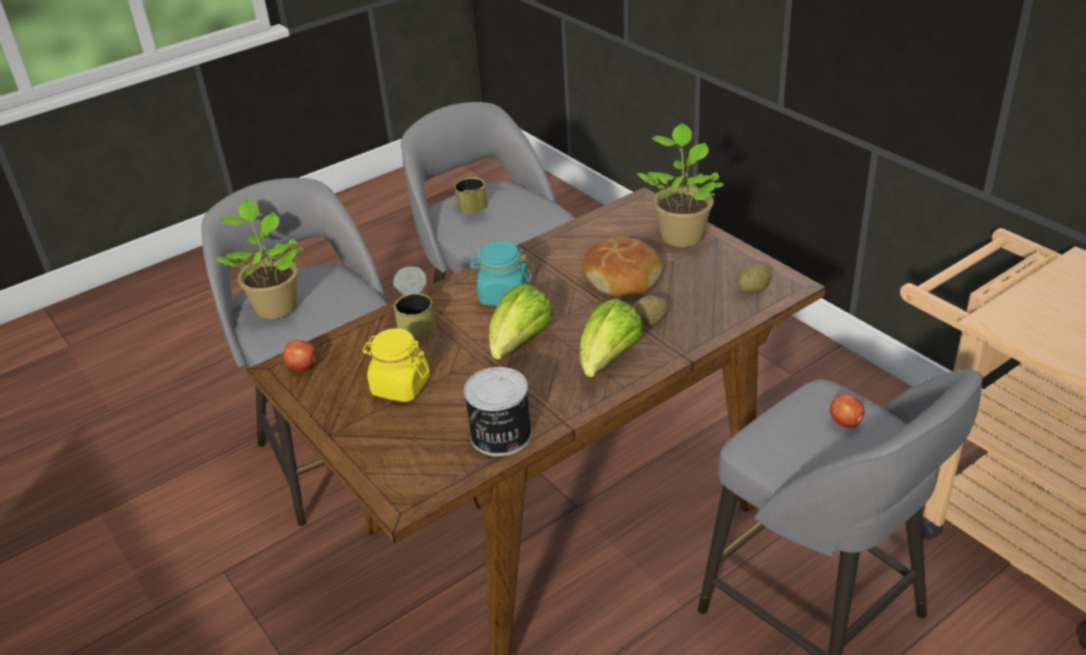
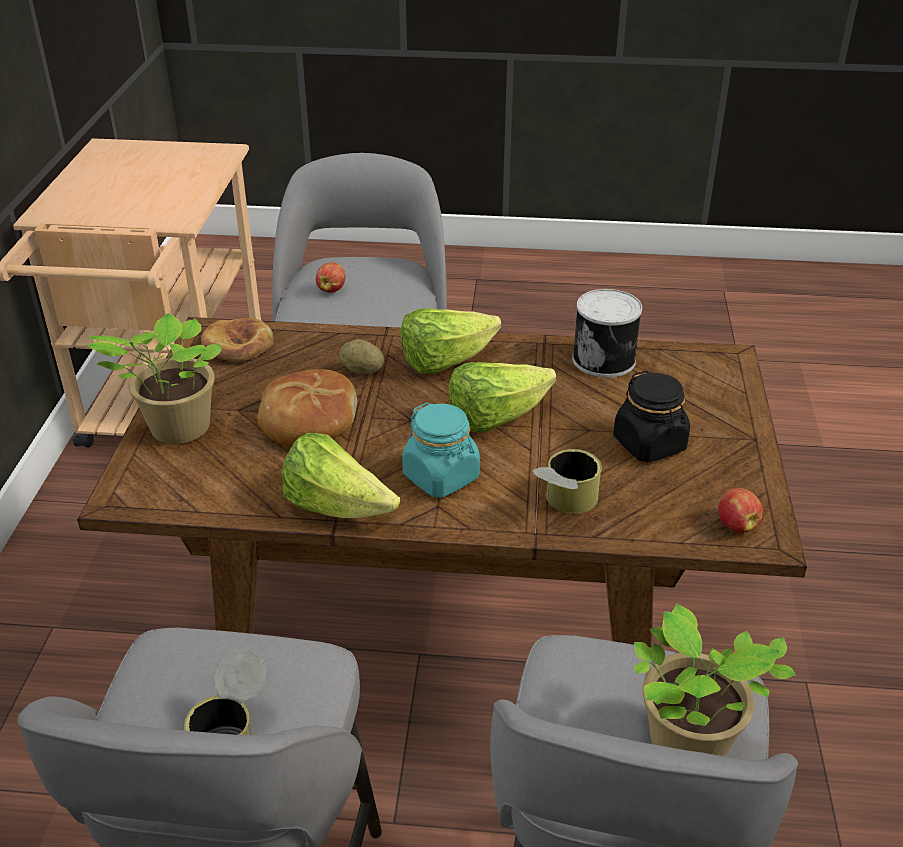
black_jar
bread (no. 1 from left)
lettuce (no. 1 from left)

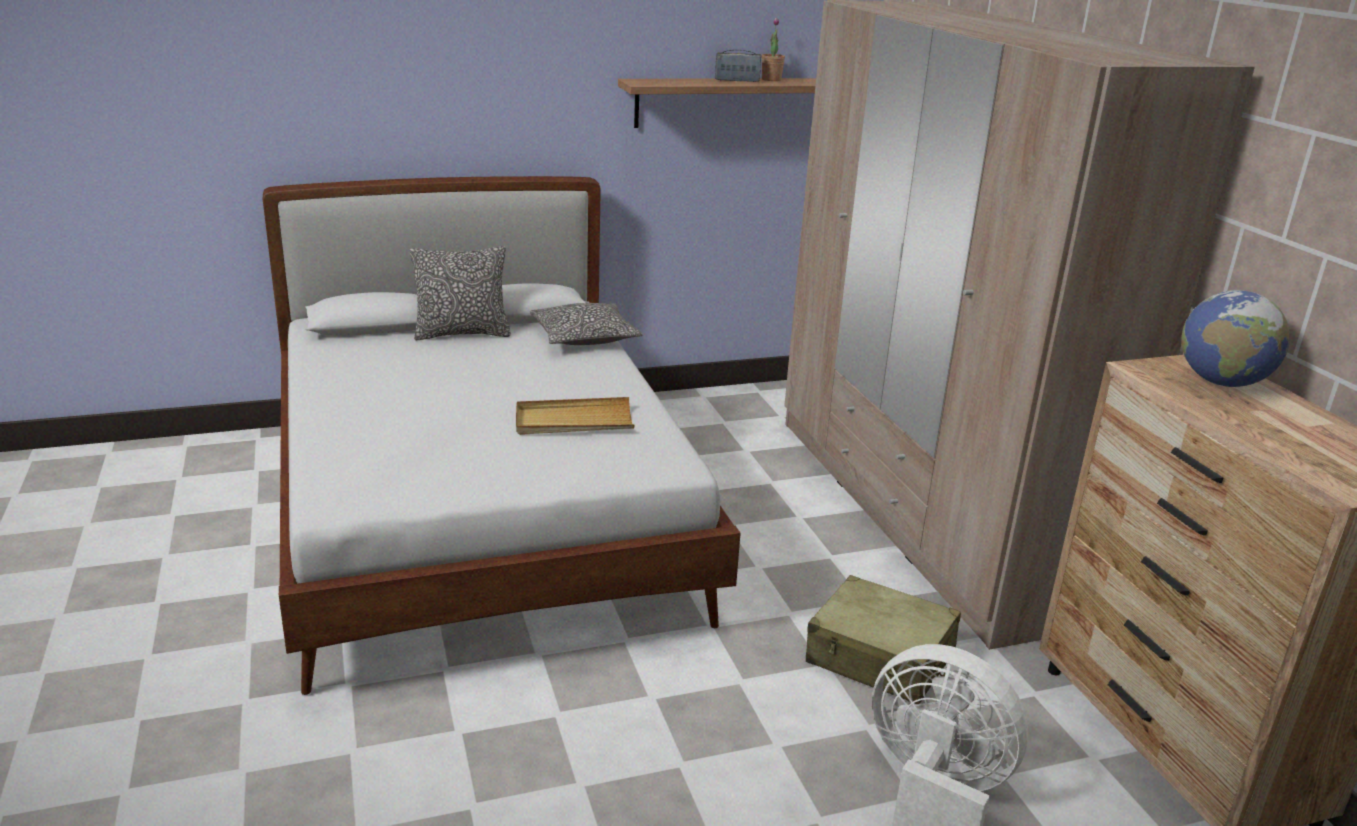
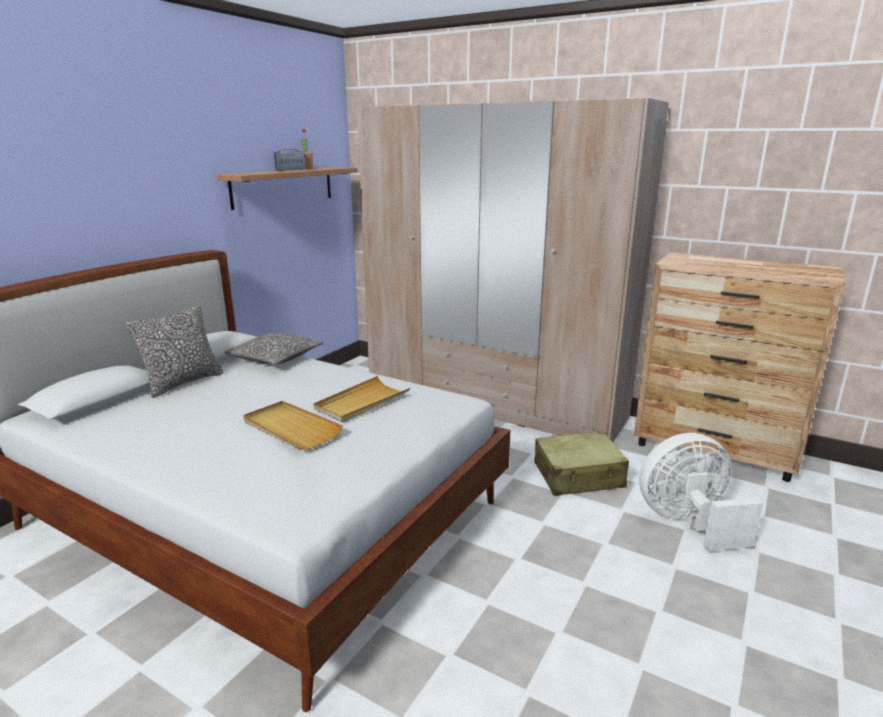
globe
beige_tray (no. 1 from left)

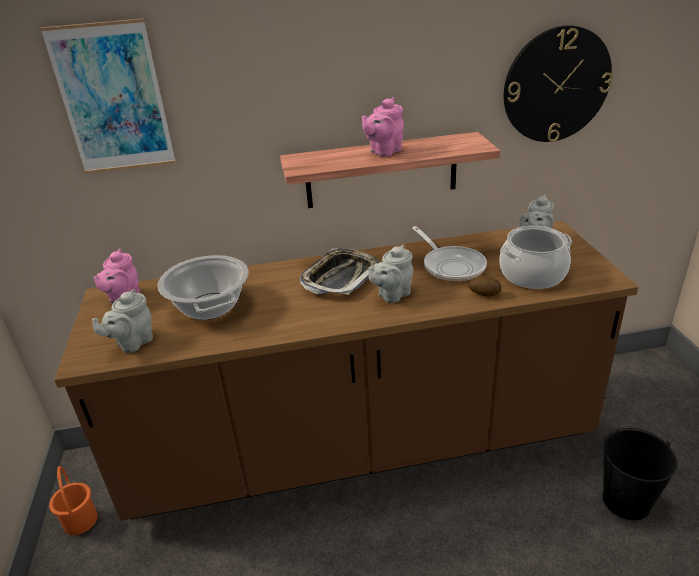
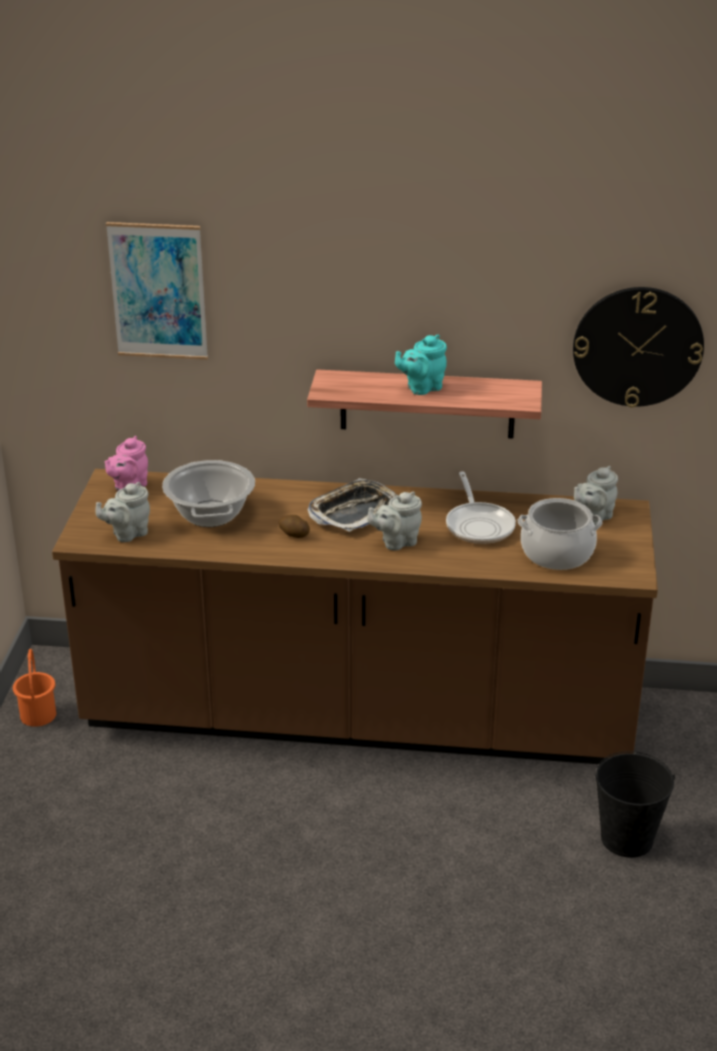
turquoise_teapot
potato

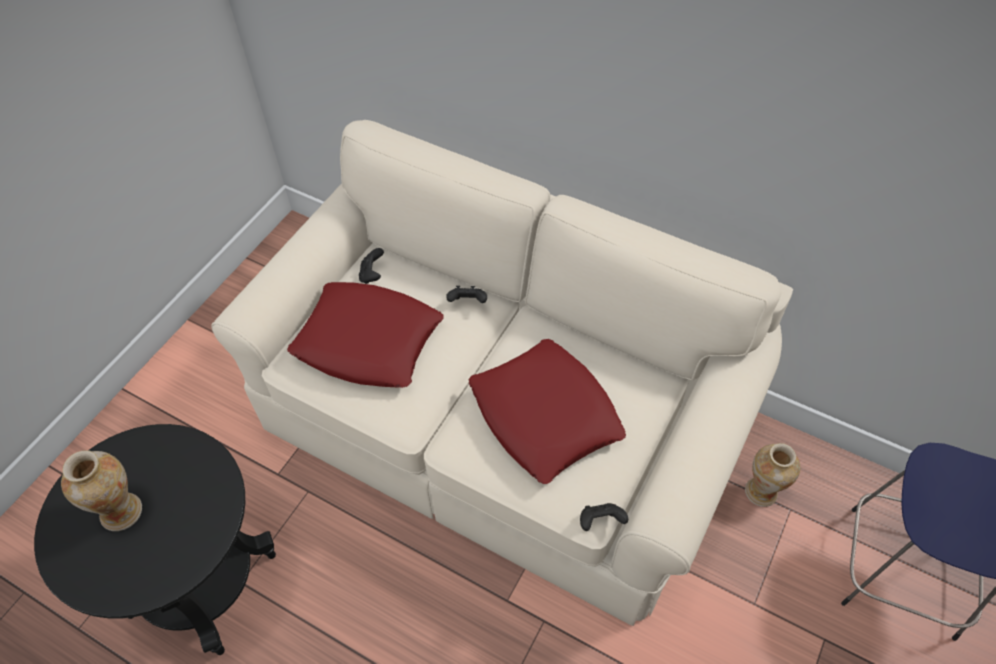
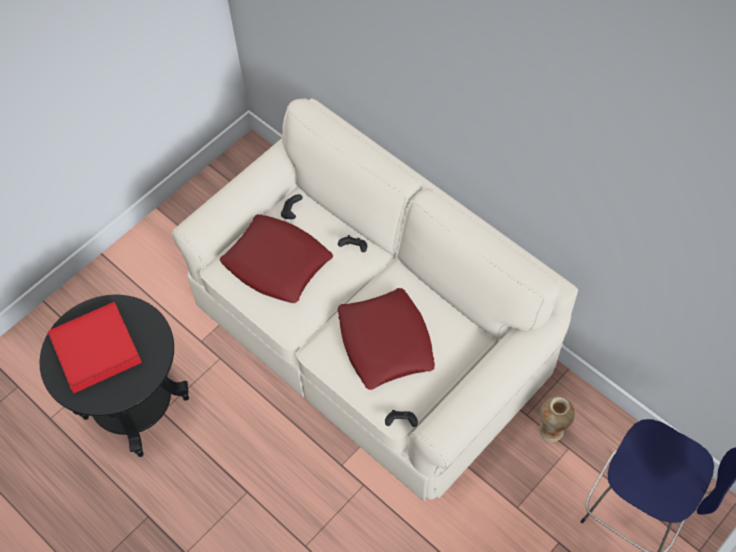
red_tray

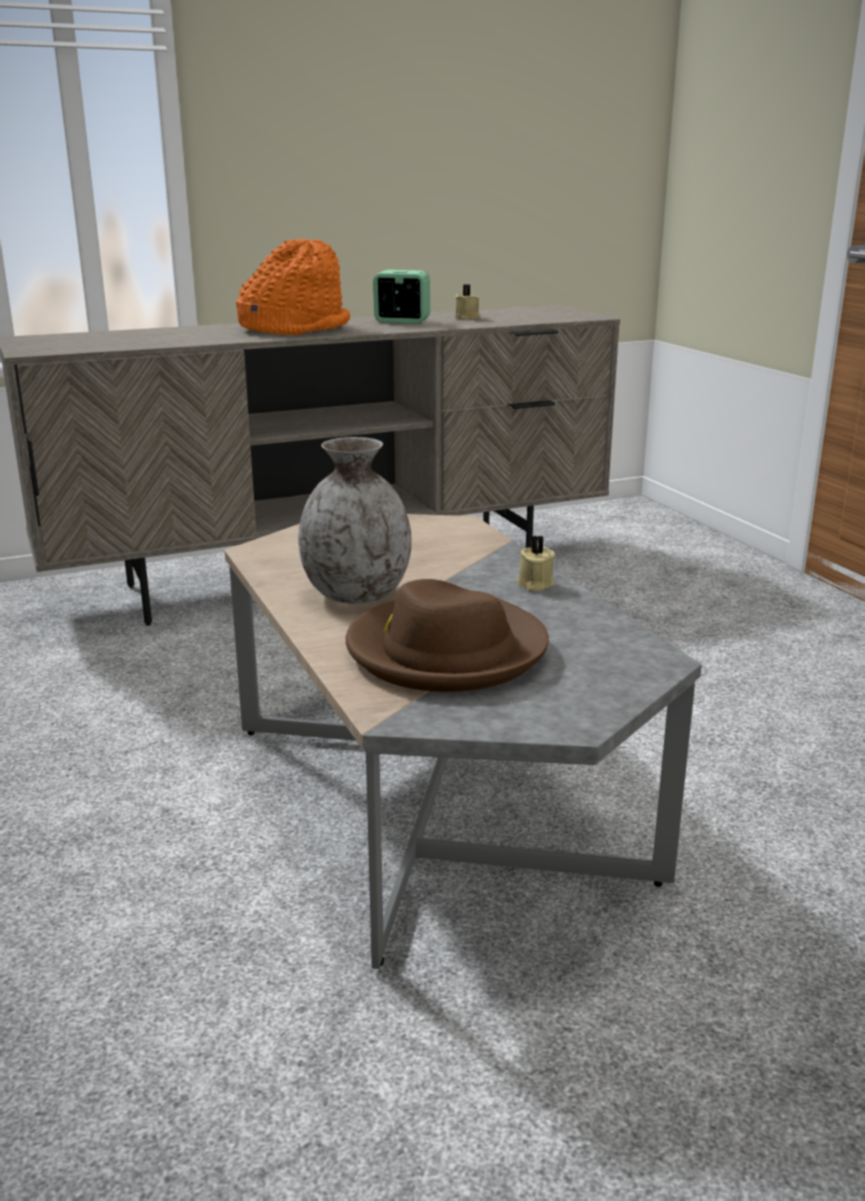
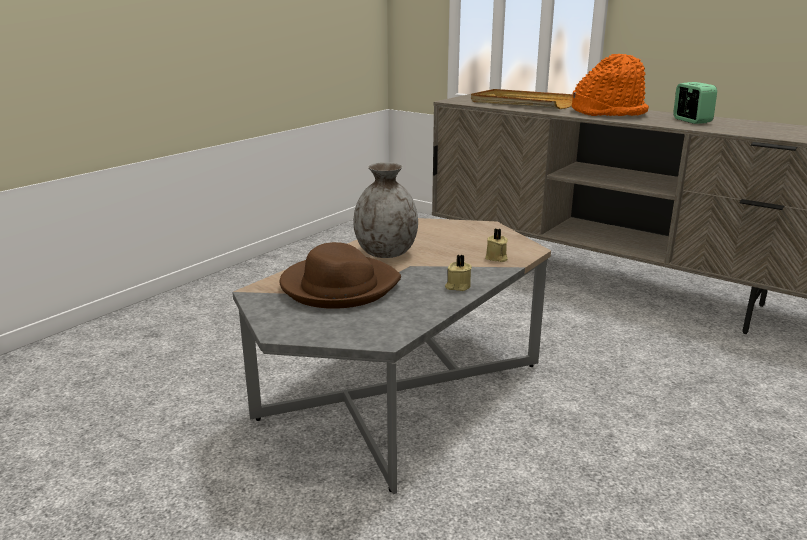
beige_candle (no. 2 from left)
beige_tray

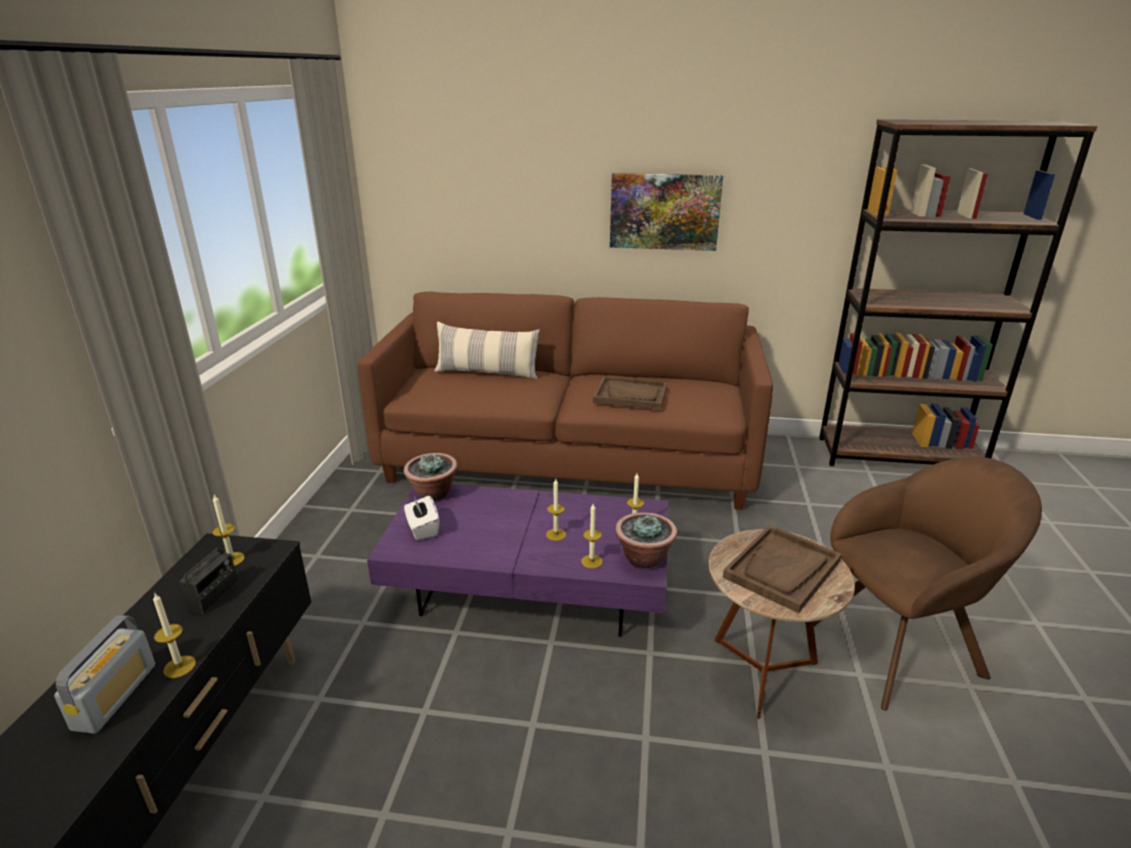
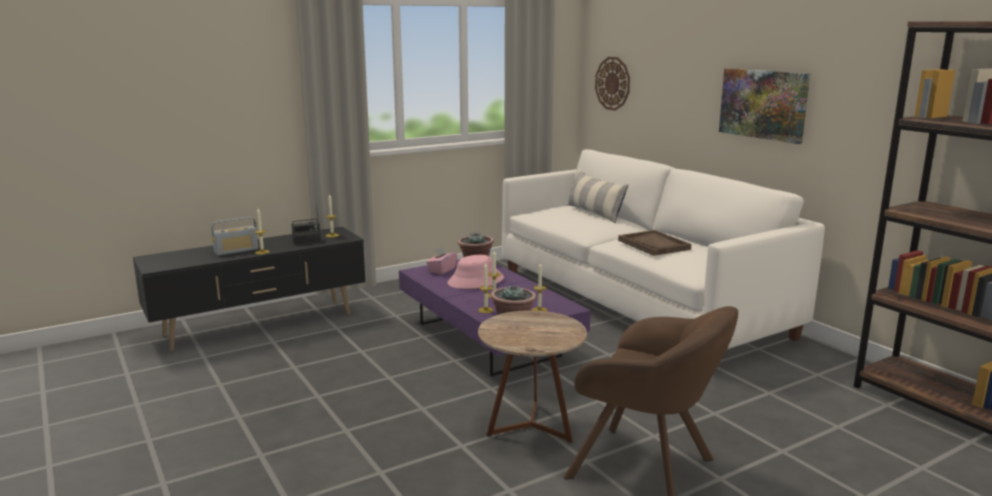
white_sofa
pink_tissue_box
brown_tray (no. 2 from left in the first image)
pink_hat
wall_clock

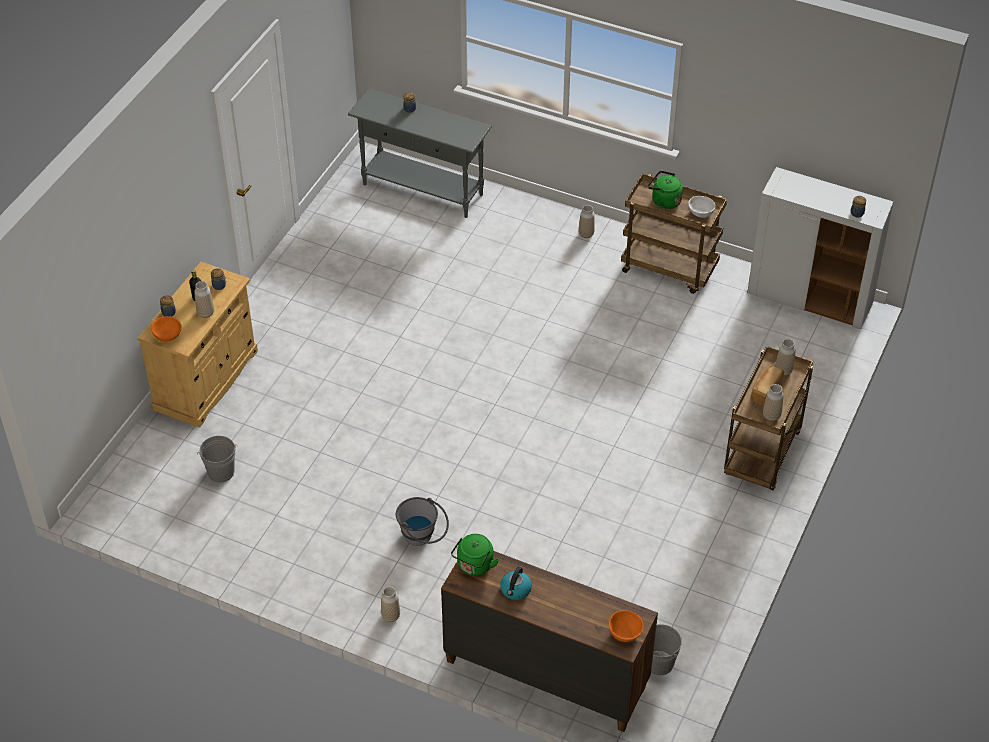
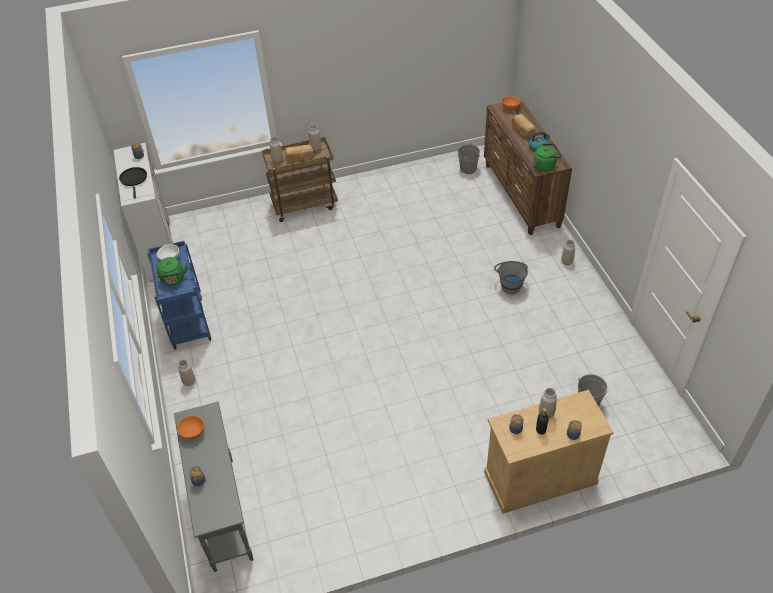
orange_bowl (no. 1 from left)
blue_cart
black_frying_pan
bread (no. 2 from left)

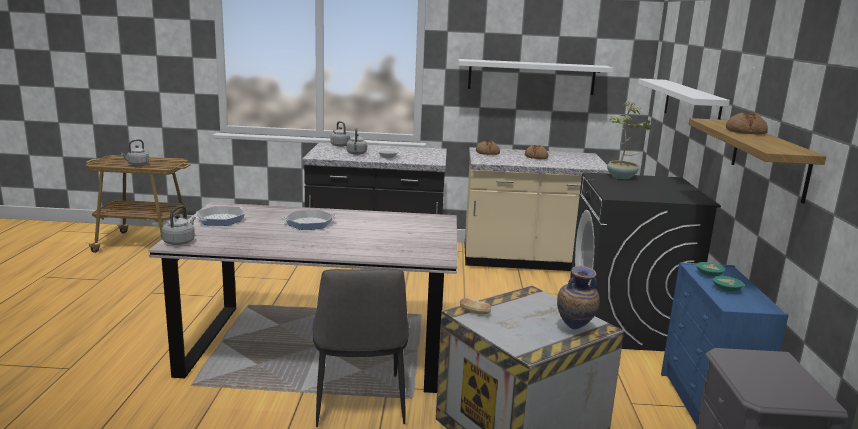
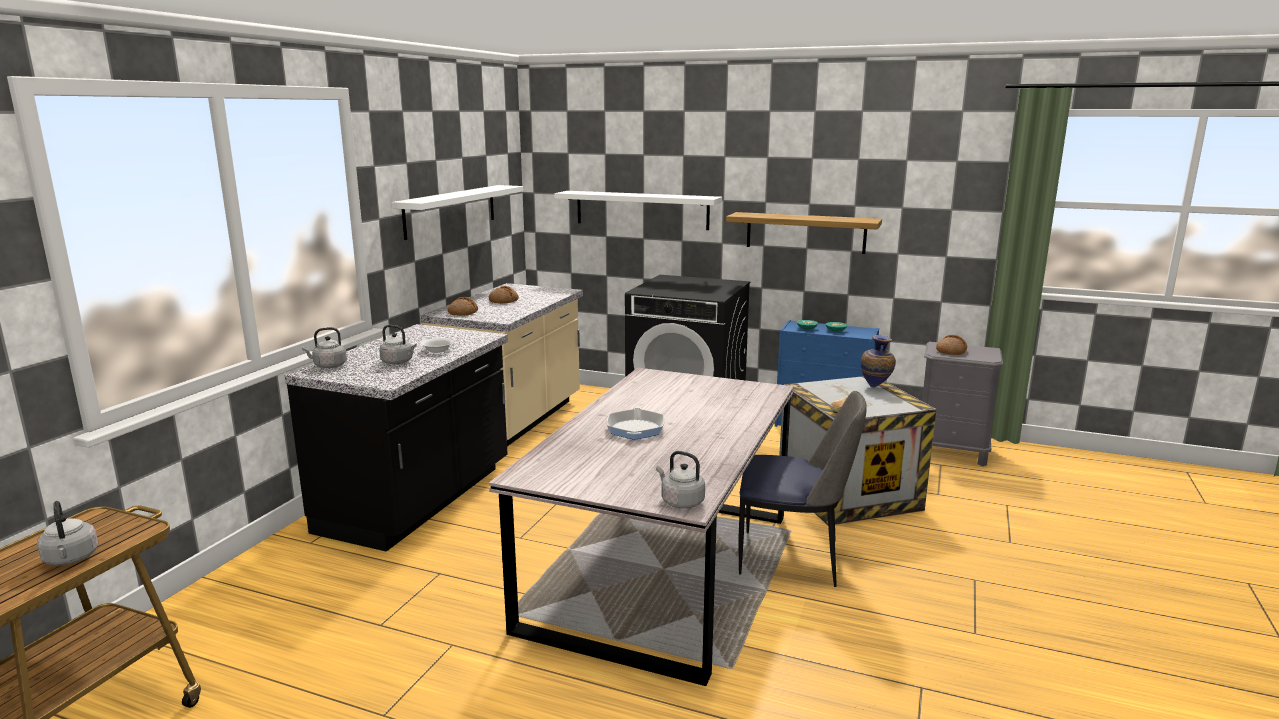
frying_pan (no. 1 from left in the first image)
potted_plant
bread (no. 4 from left)

